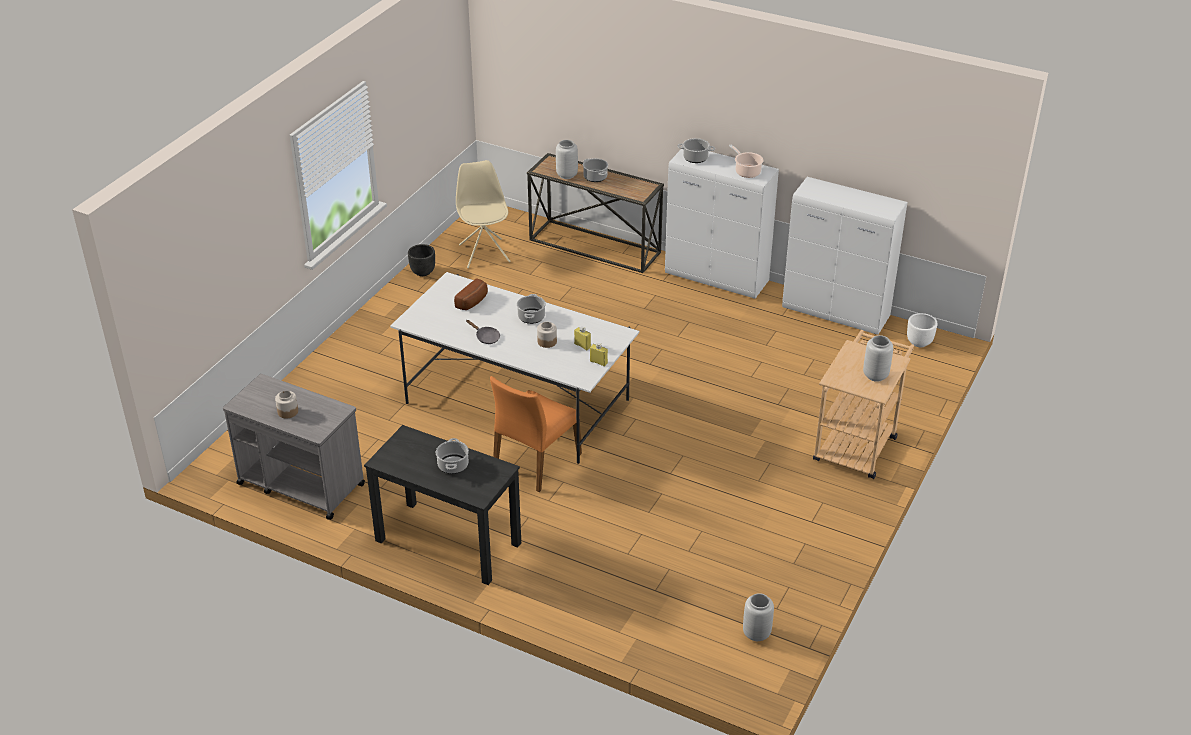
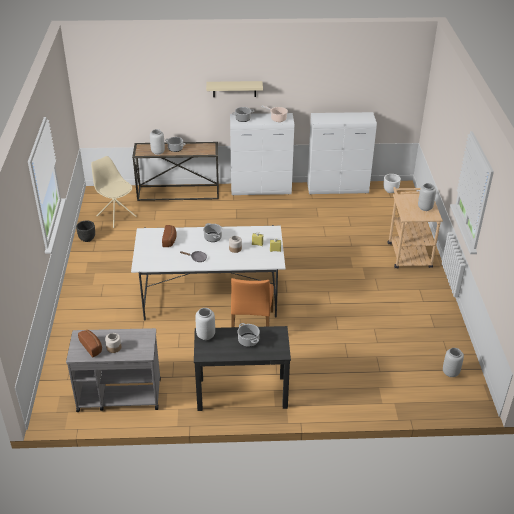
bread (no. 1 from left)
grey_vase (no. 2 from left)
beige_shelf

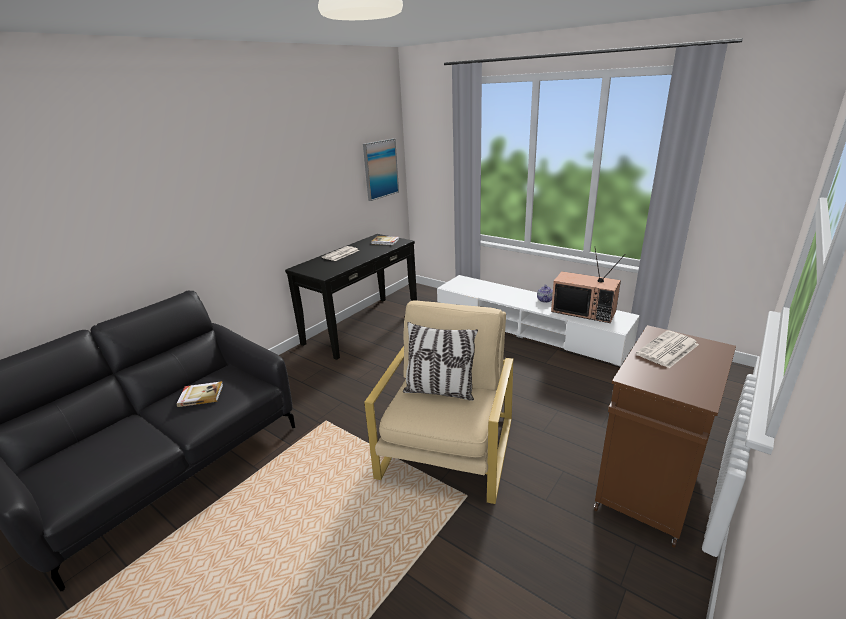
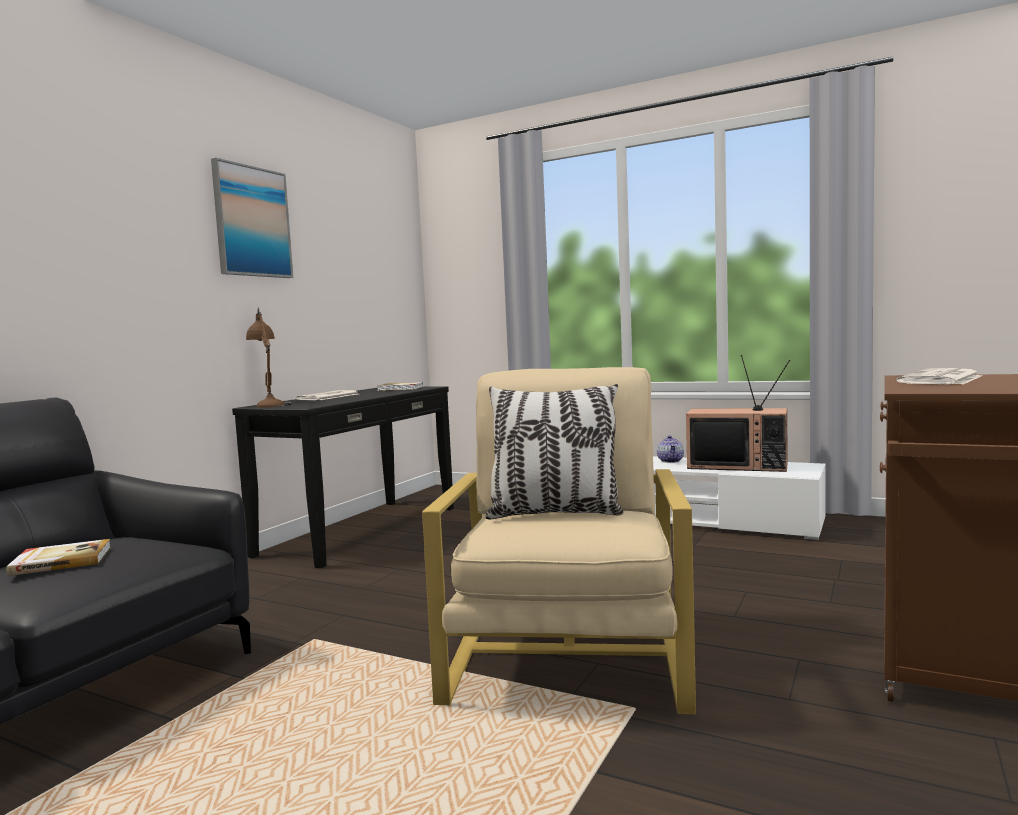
picture
brown_table_lamp

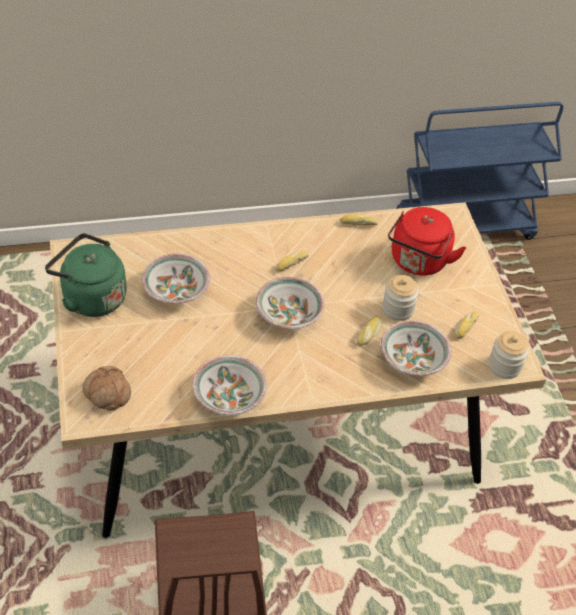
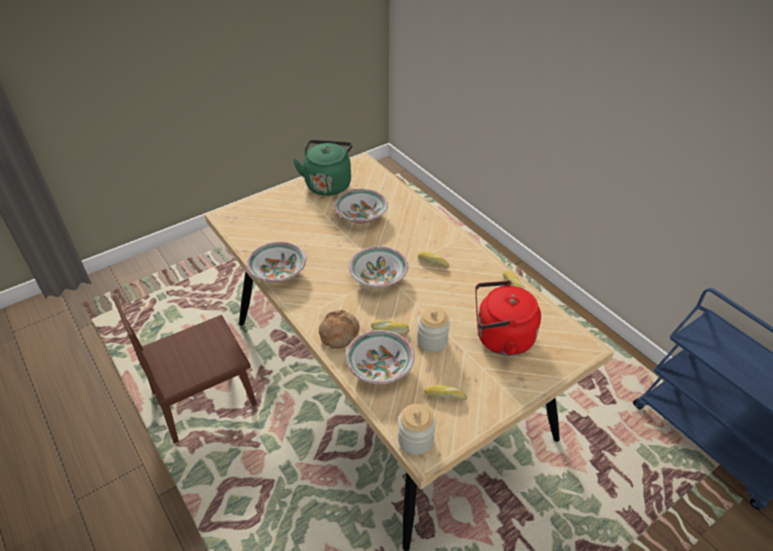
bread (no. 1 from left)

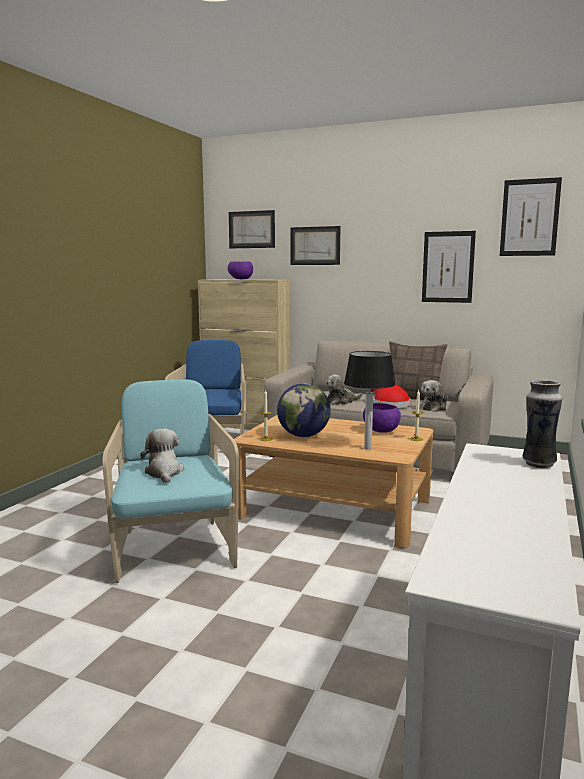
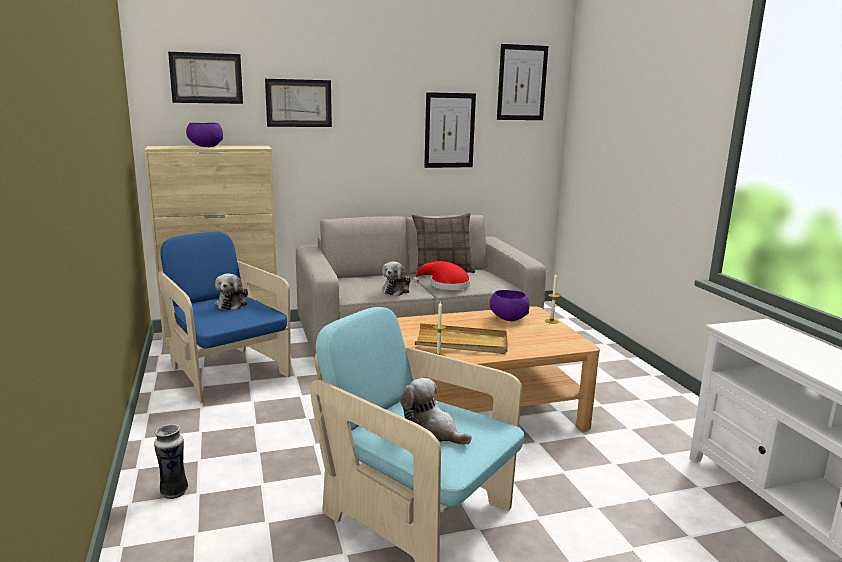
beige_tray
table_lamp
plush_toy (no. 1 from left)
vase

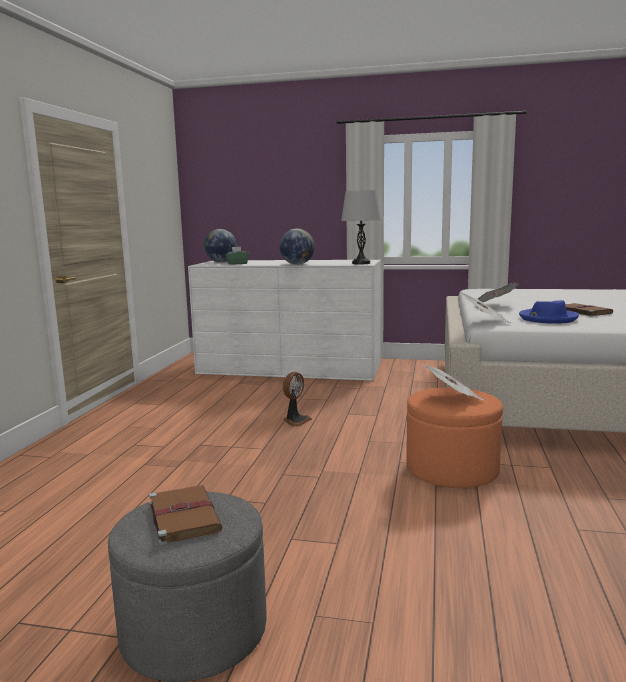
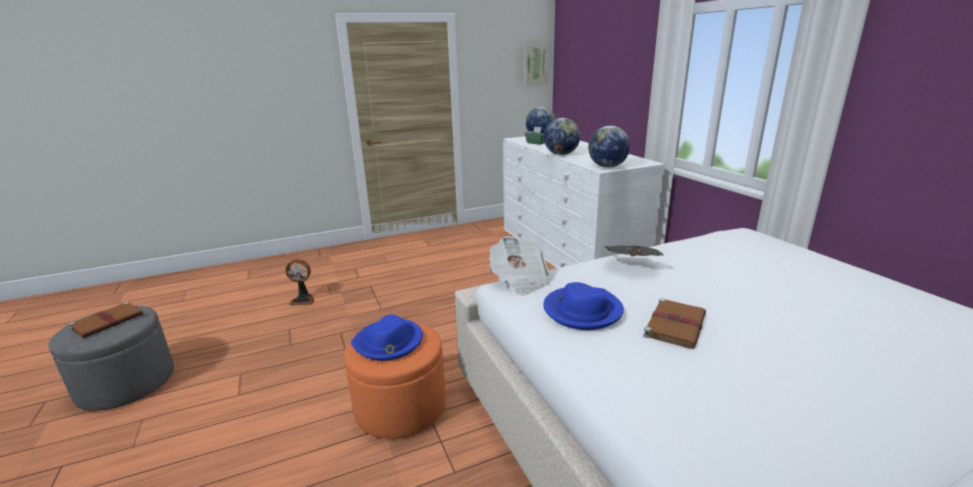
fan
globe (no. 3 from left)
blue_hat (no. 1 from left)
picture

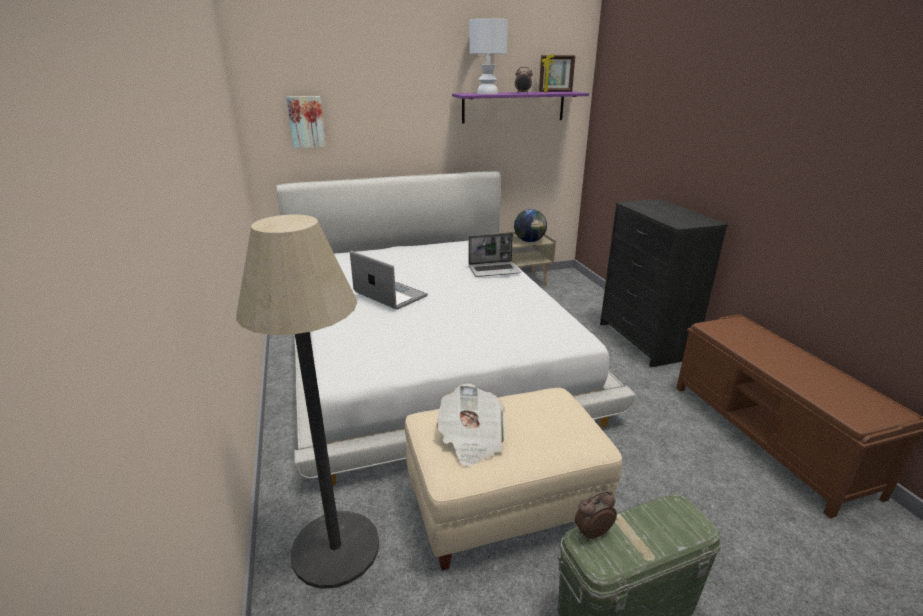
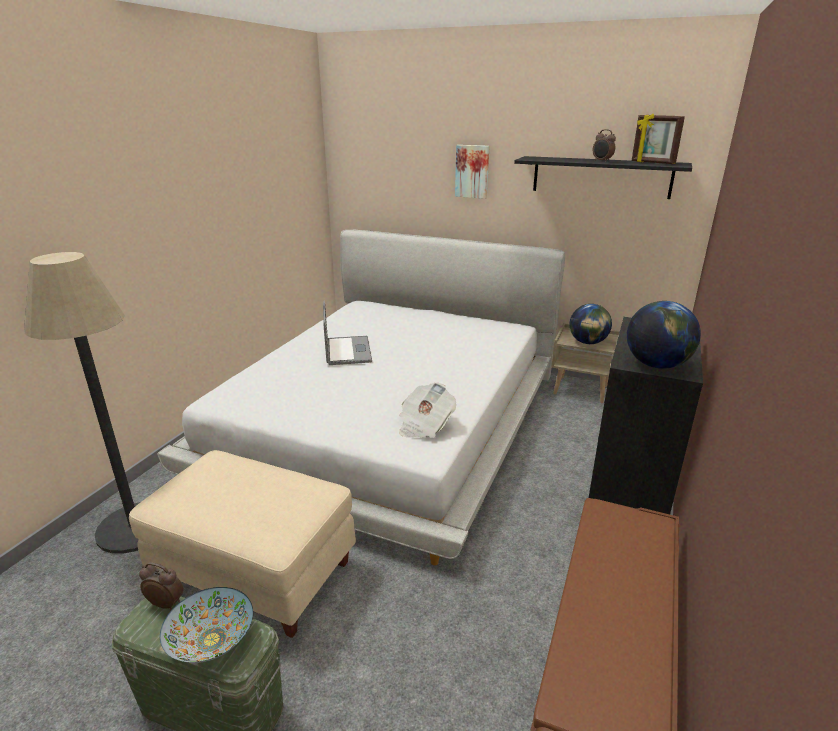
picture
newspaper
black_shelf
laptop (no. 2 from left in the first image)
white_table_lamp
bowl
globe (no. 2 from left)

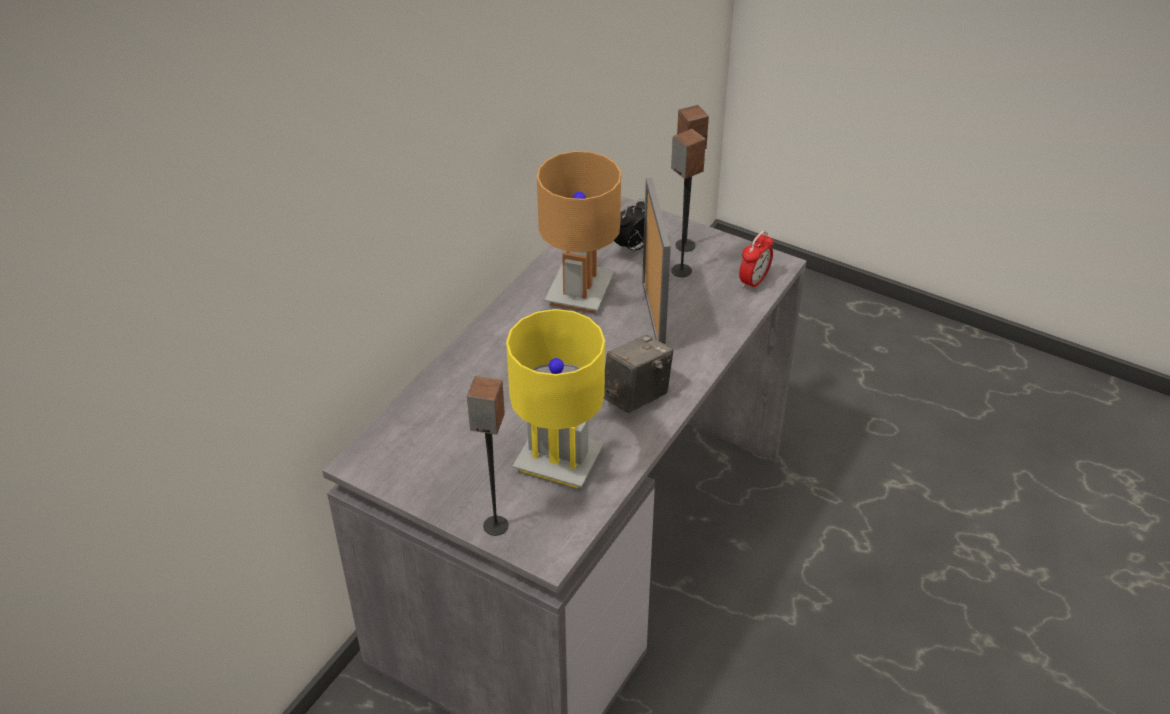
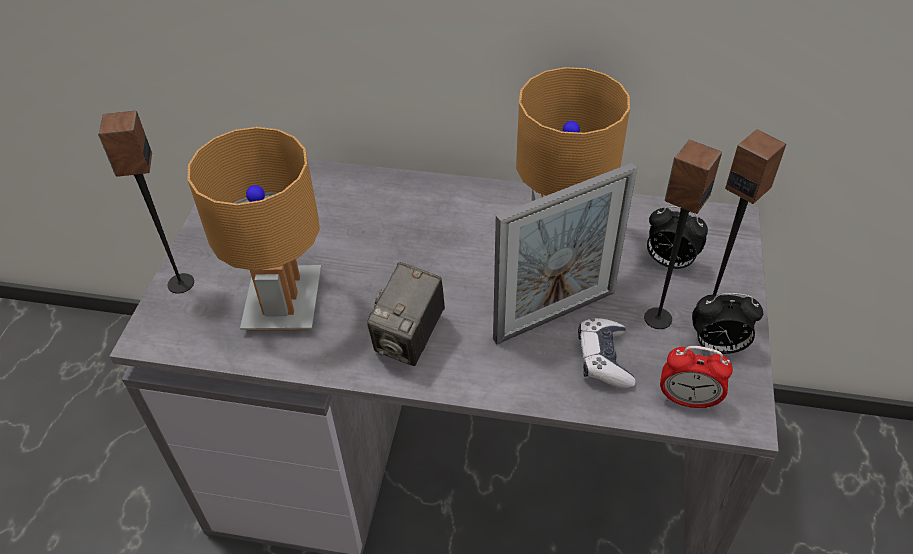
brown_table_lamp (no. 1 from left)
photo_camera
game_controller
alarm_clock (no. 3 from left)

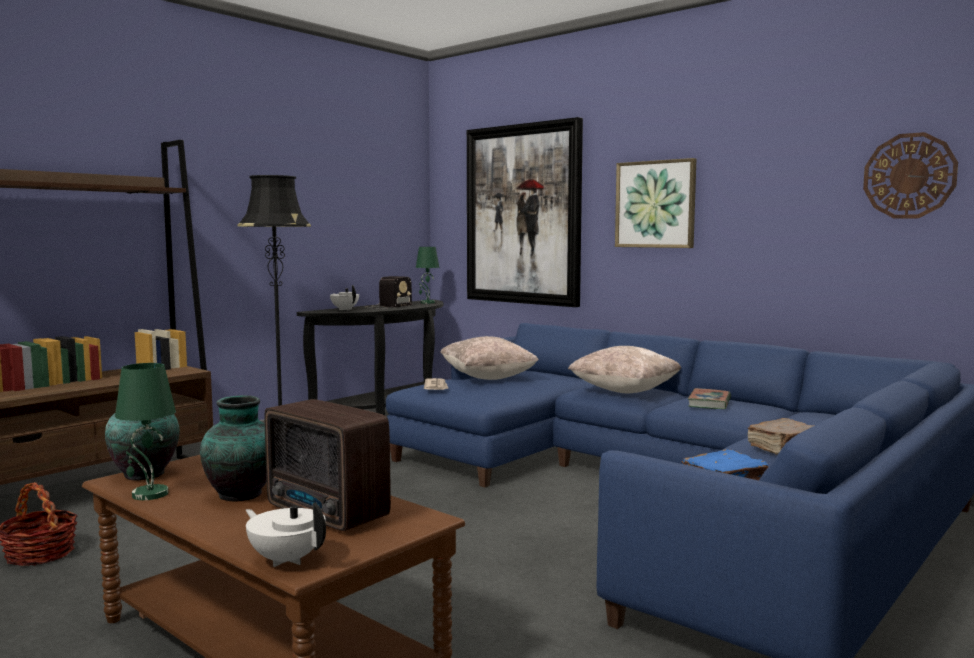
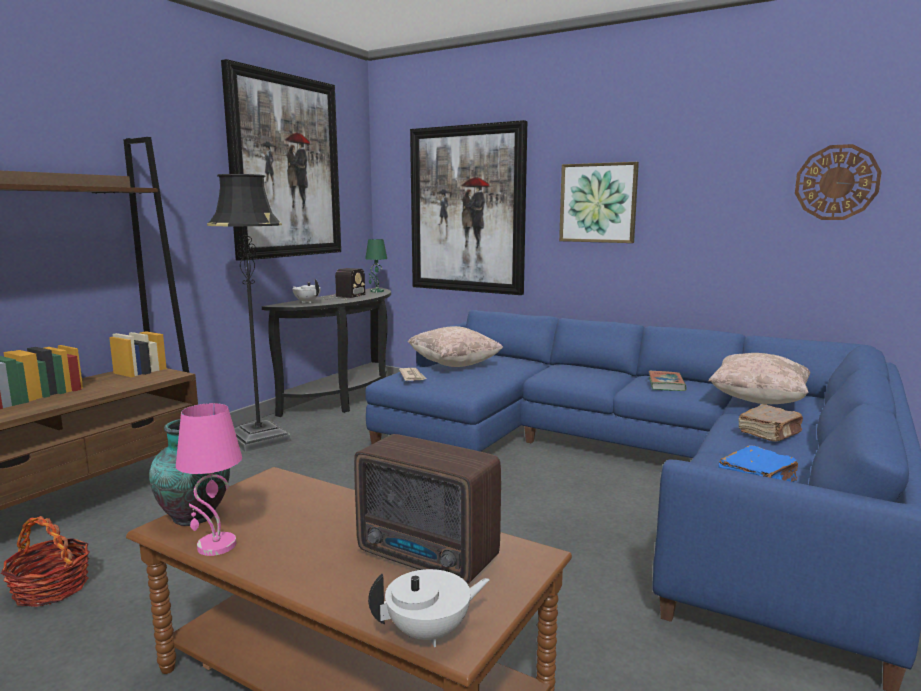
pink_table_lamp
vase (no. 2 from left in the first image)
white_teapot (no. 2 from left)
beige_pillow (no. 2 from left)
picture (no. 1 from left)

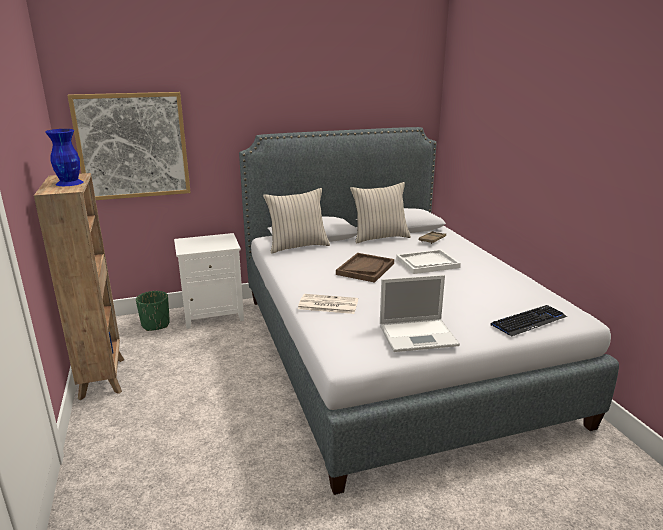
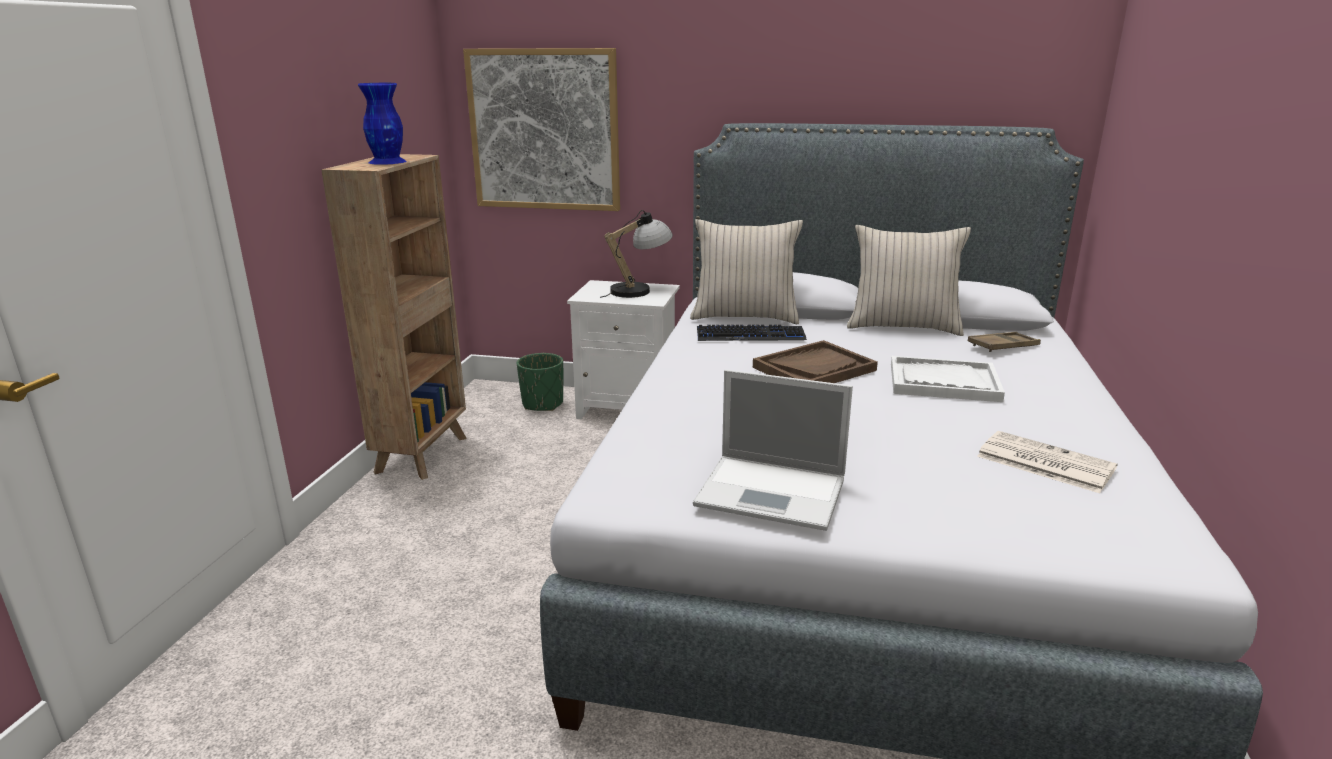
newspaper
keyboard
table_lamp

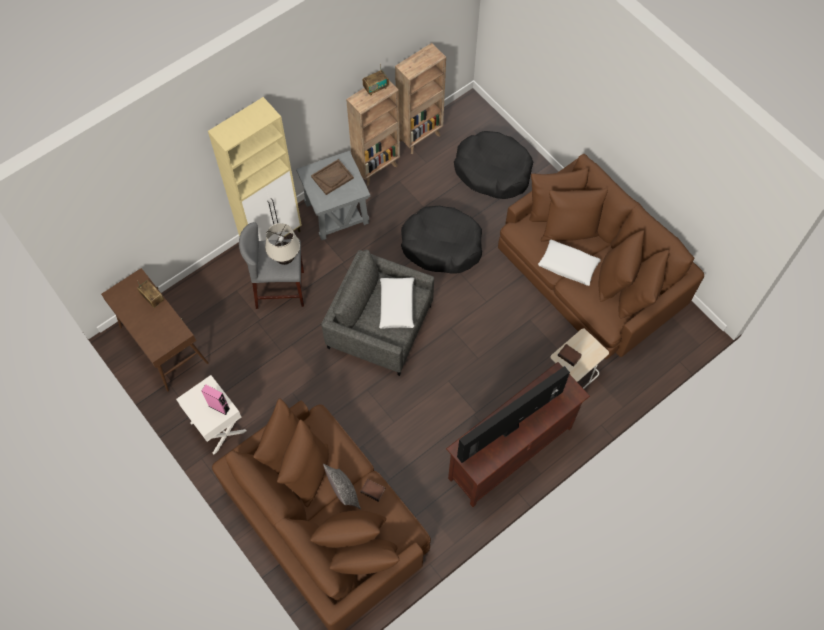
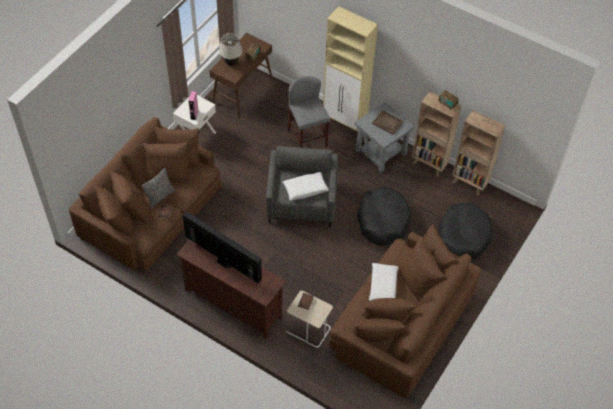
beige_table_lamp

